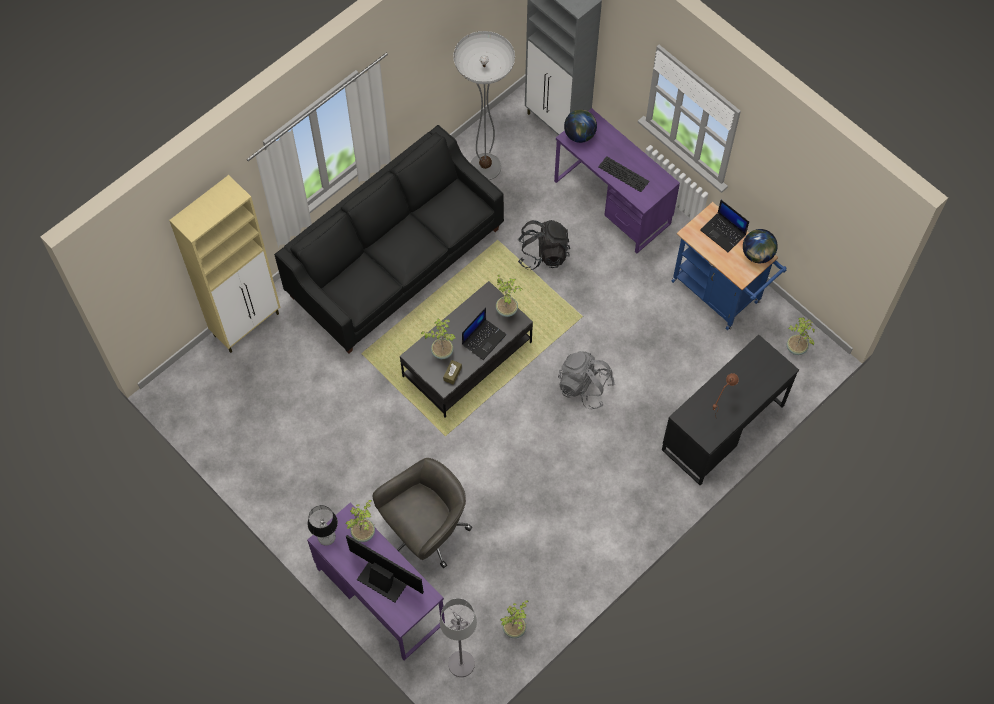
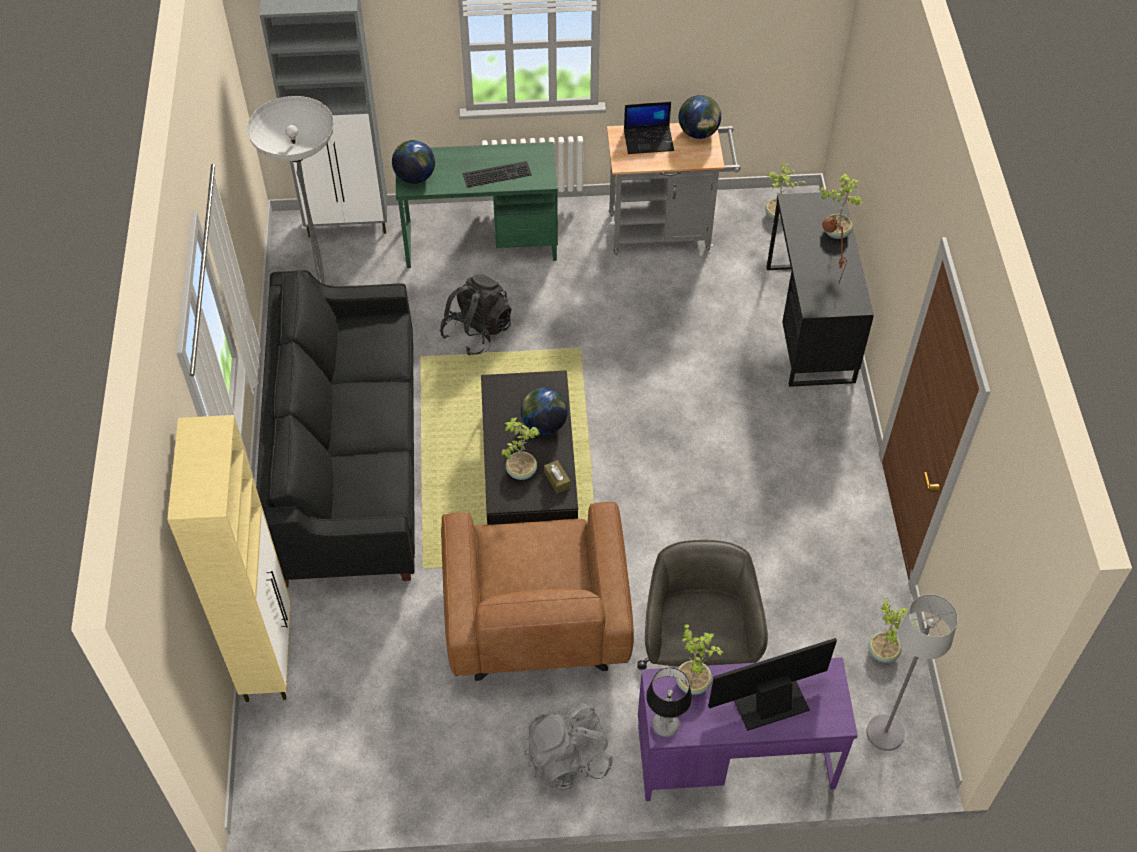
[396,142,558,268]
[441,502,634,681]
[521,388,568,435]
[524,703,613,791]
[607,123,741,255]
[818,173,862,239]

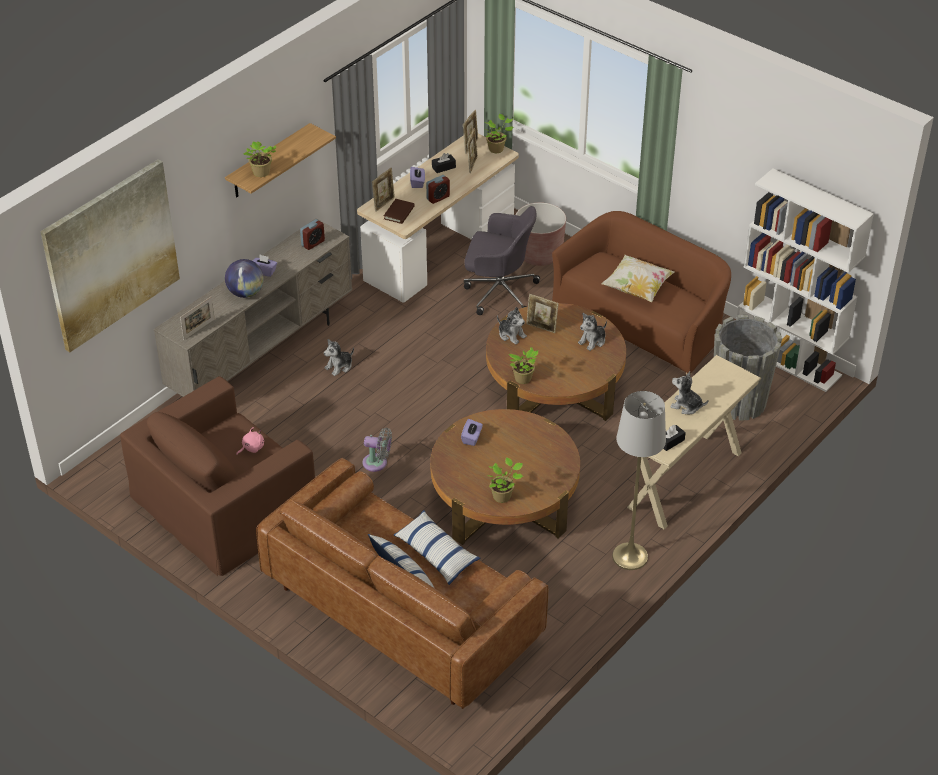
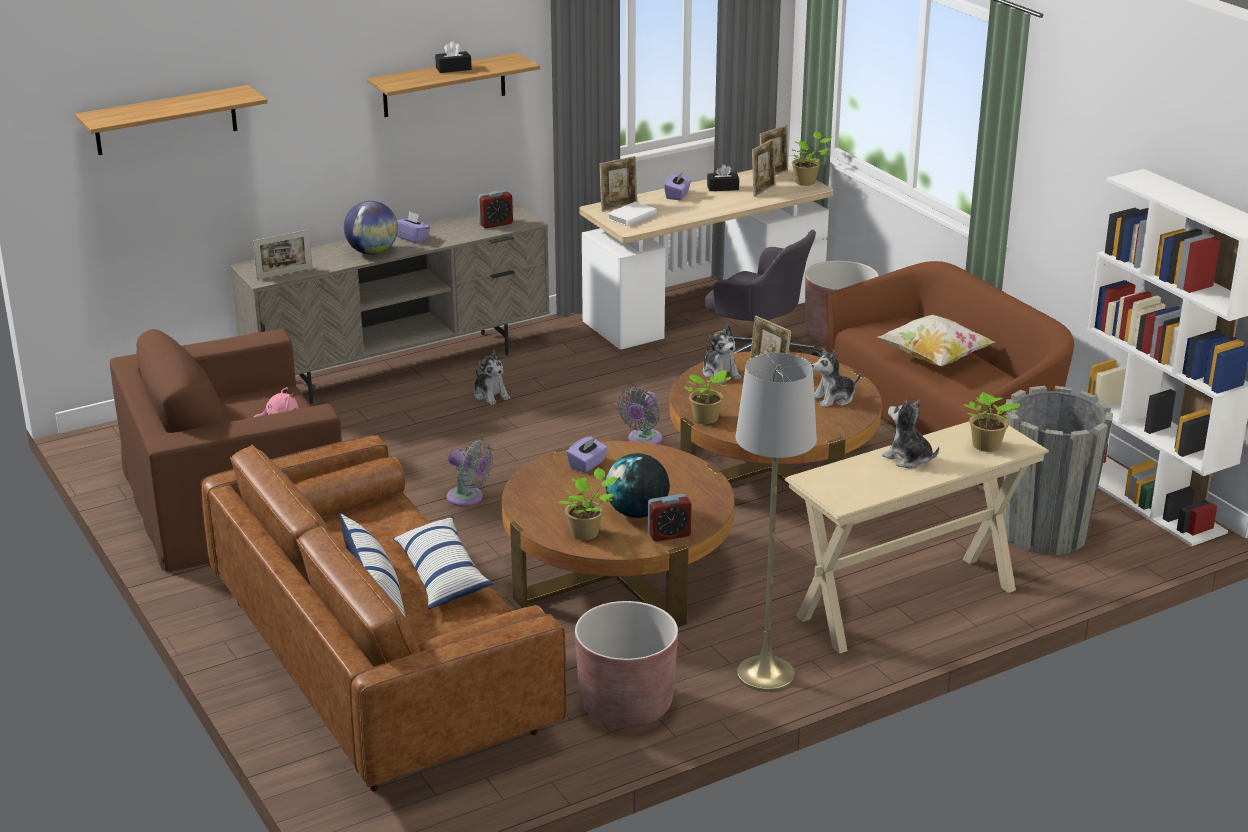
[75,85,267,155]
[435,41,472,73]
[474,350,510,405]
[575,601,678,728]
[605,453,670,518]
[607,202,657,226]
[617,387,663,444]
[648,494,692,542]
[963,392,1020,452]

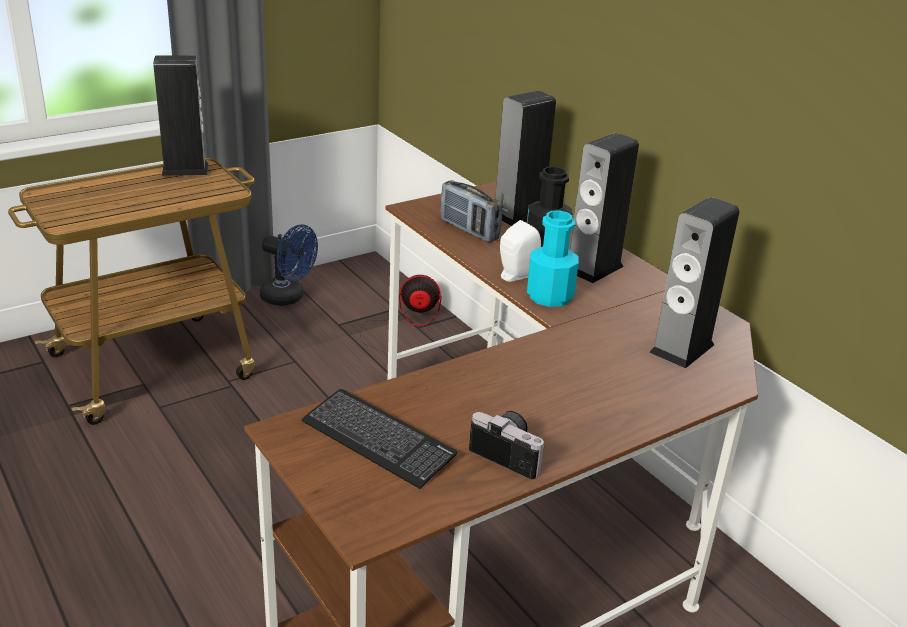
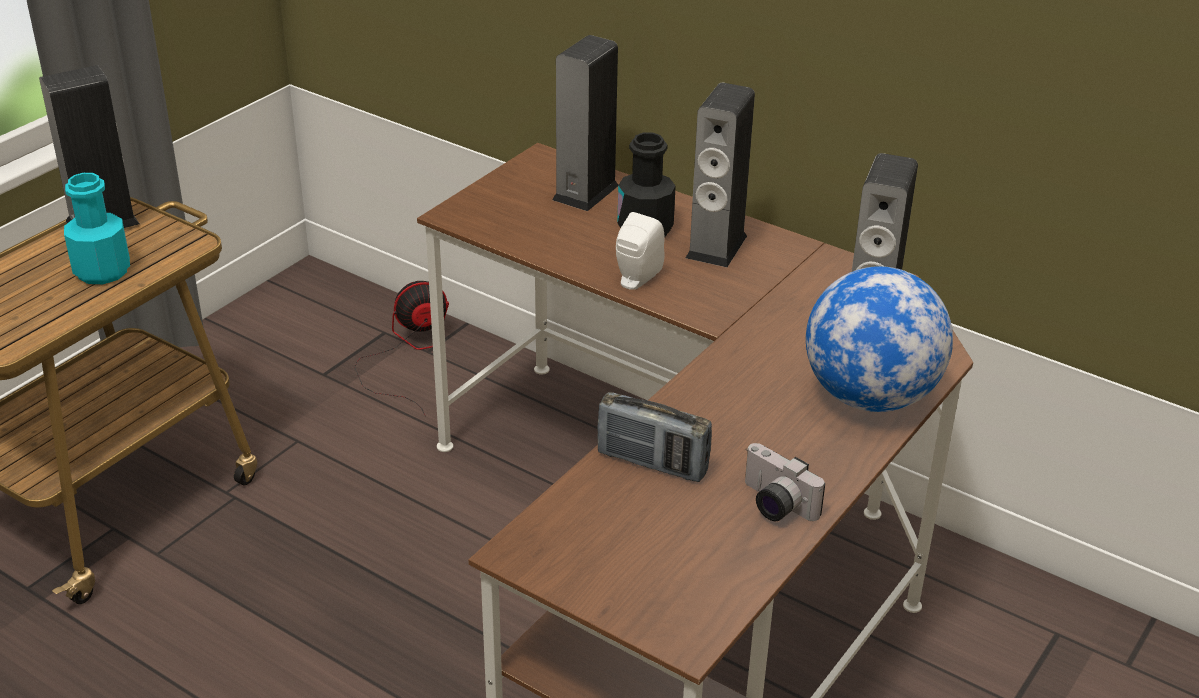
[64,173,130,284]
[597,392,712,482]
[745,443,825,521]
[806,266,953,412]
[260,224,318,306] (first image)
[302,389,457,489] (first image)

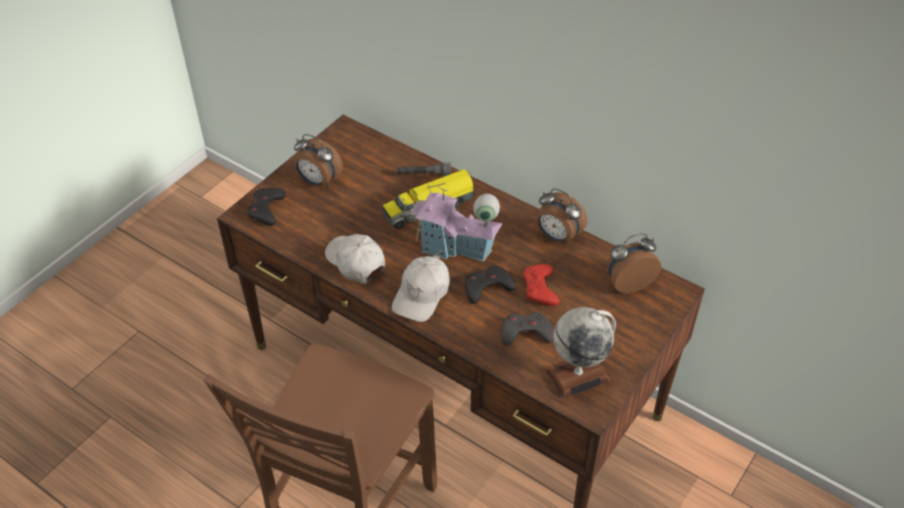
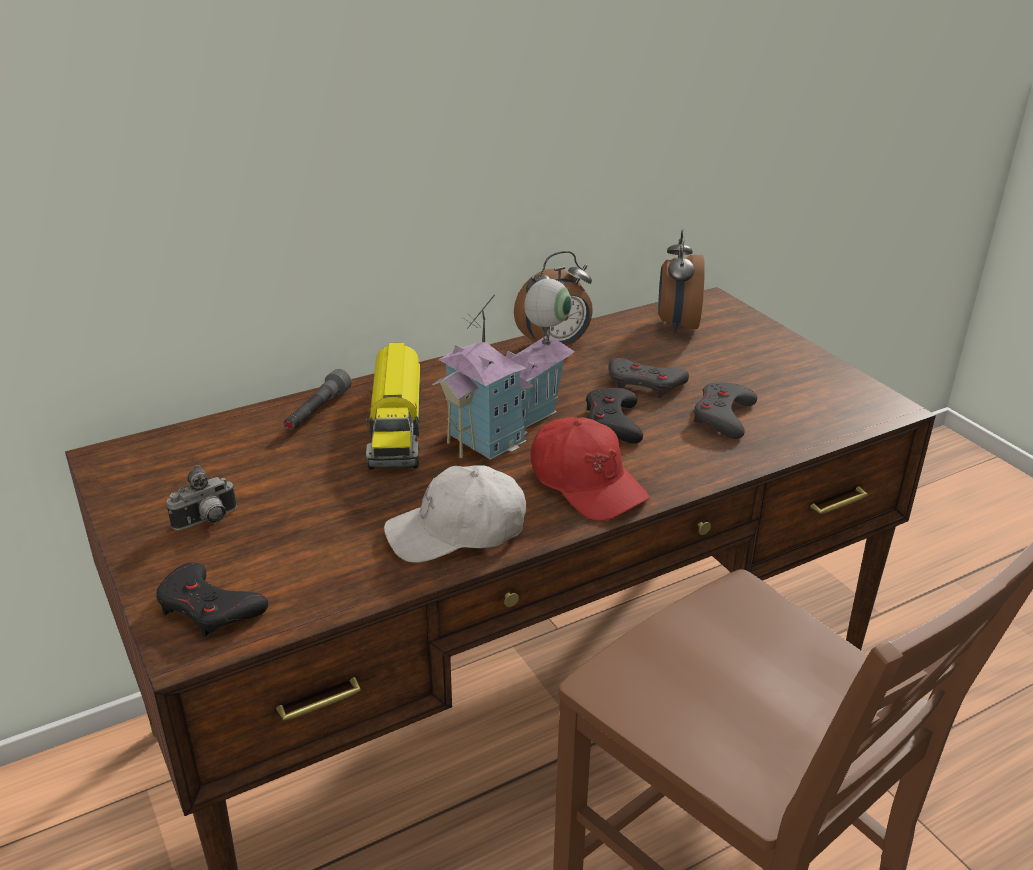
[166,465,237,530]
[531,417,649,521]
[608,358,689,398]
[546,307,616,399] (first image)

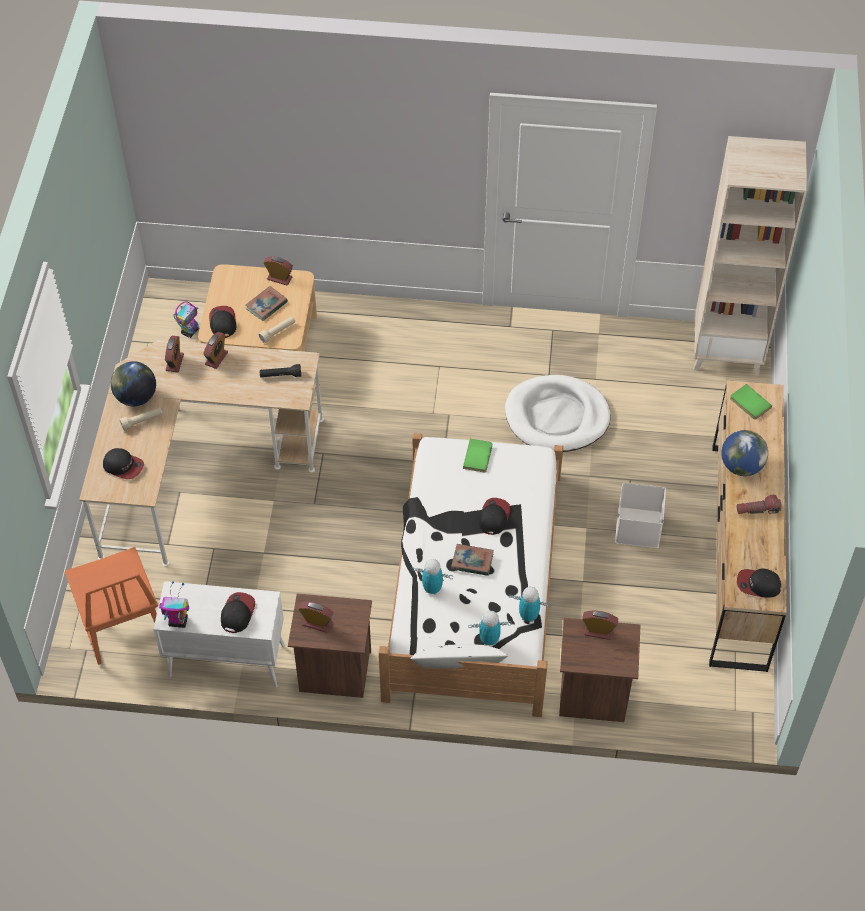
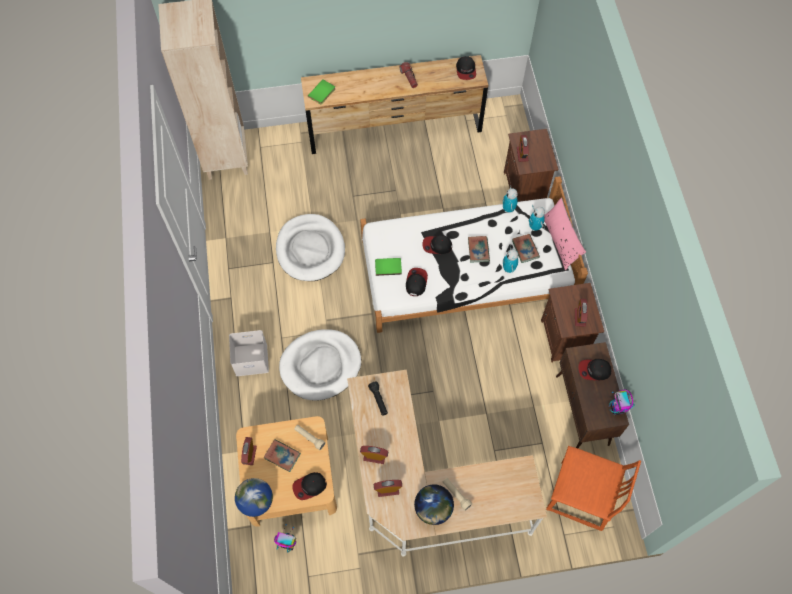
[229,330,269,376]
[235,478,273,517]
[279,329,361,401]
[406,268,428,296]
[512,234,540,263]
[544,198,586,271]
[546,446,641,531]
[556,342,629,448]

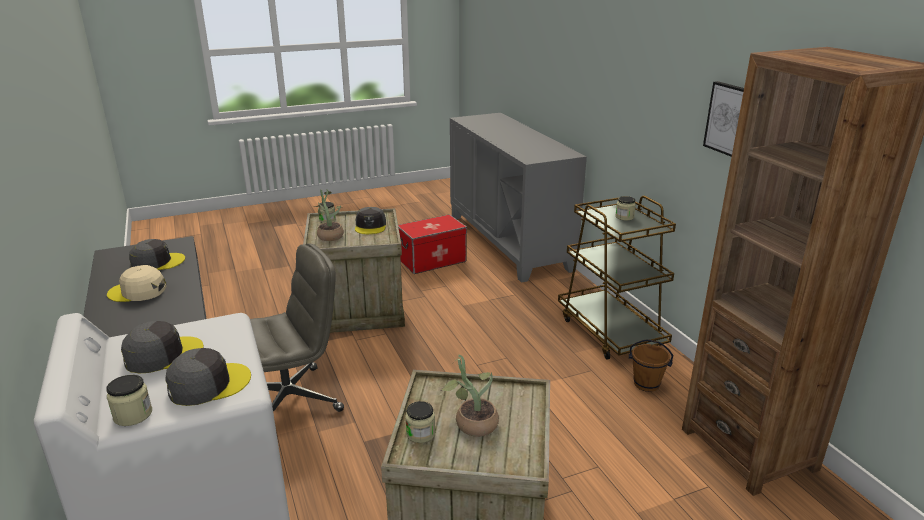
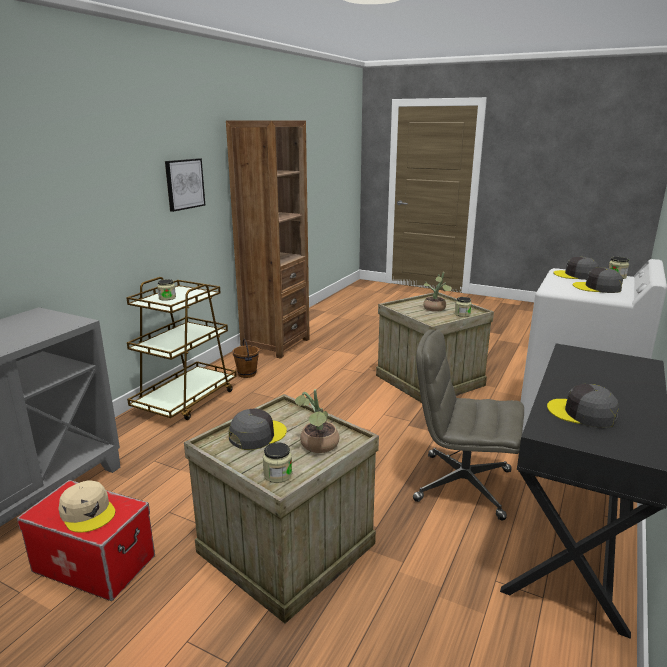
[58,480,115,533]

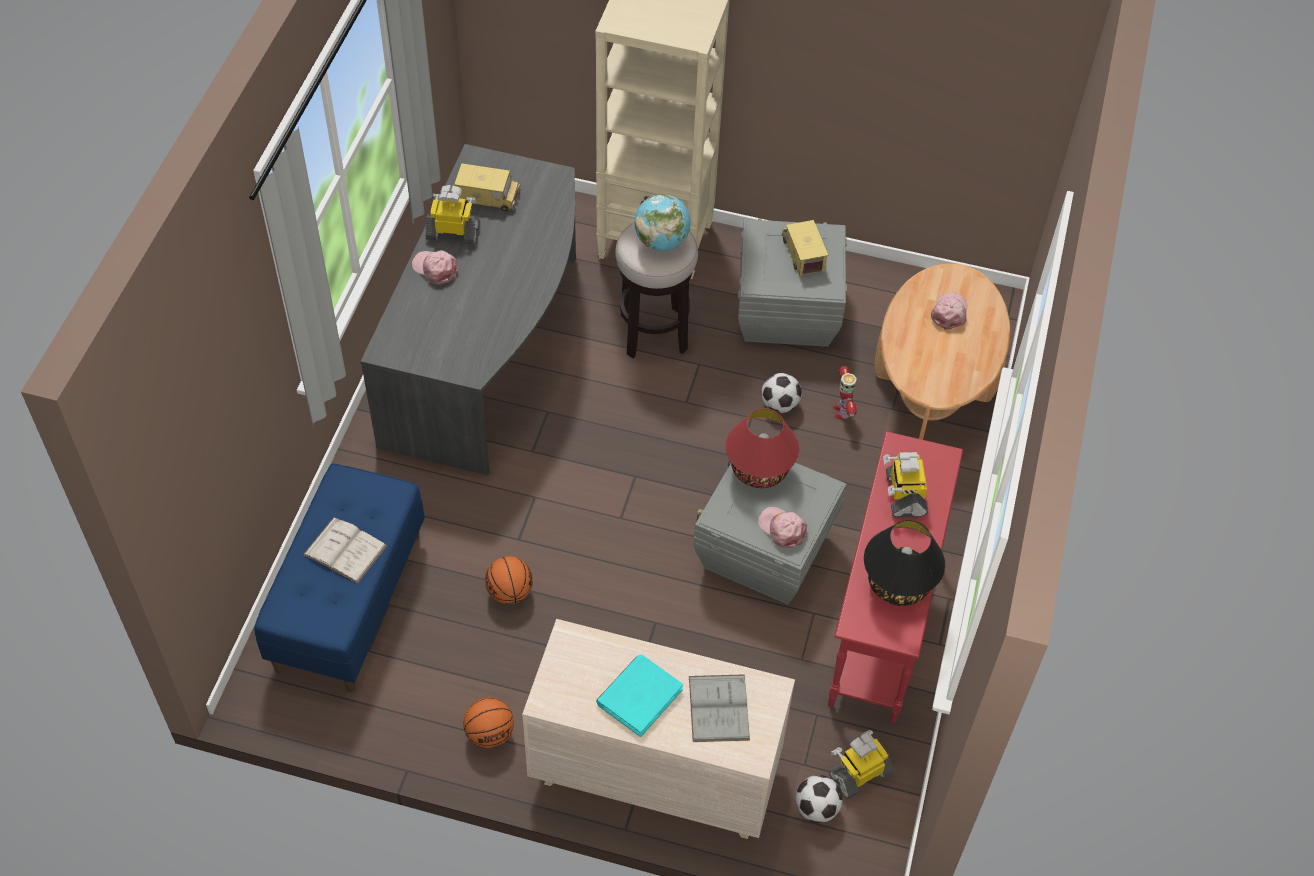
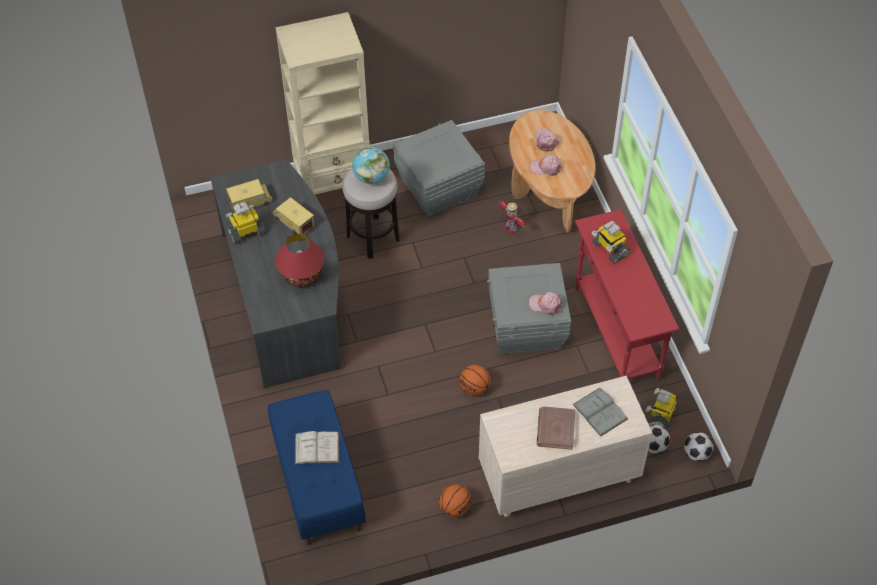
[272,197,314,235]
[275,234,324,287]
[460,365,491,396]
[530,155,562,176]
[537,406,575,450]
[684,432,714,461]
[864,520,945,606] (first image)

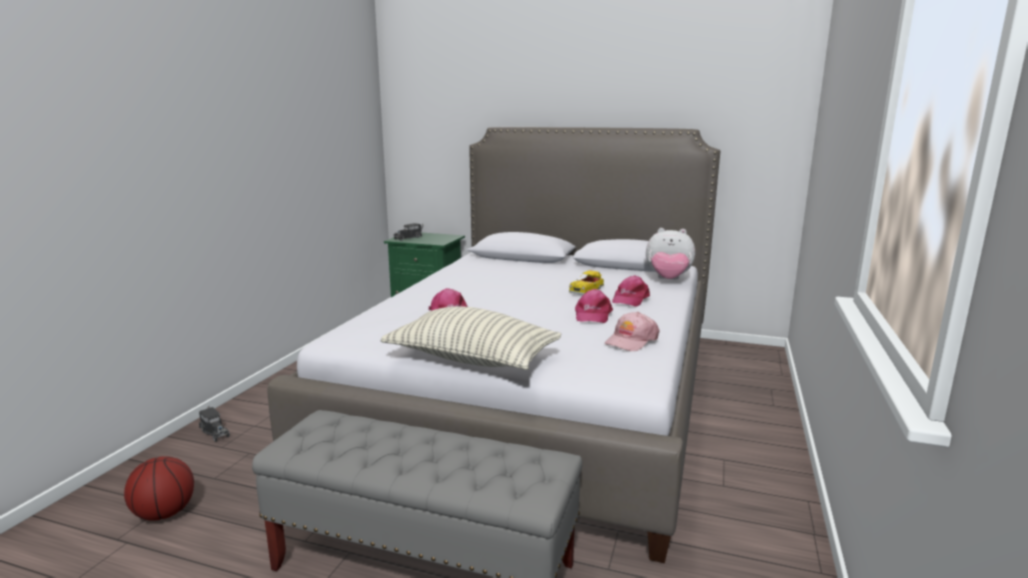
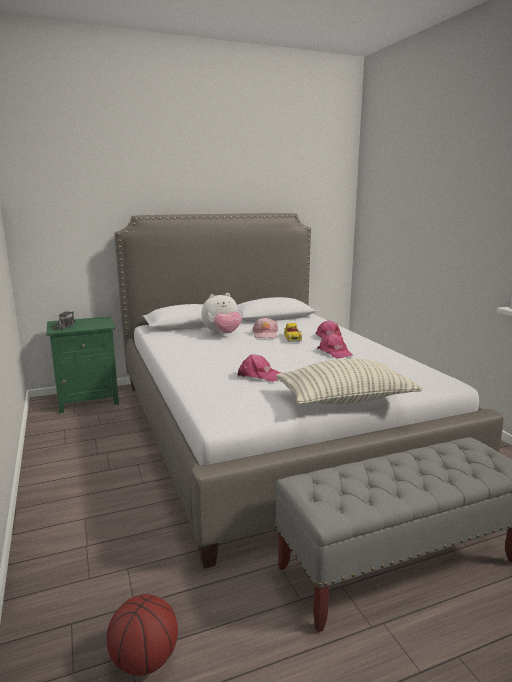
[201,293,242,334]
[253,317,278,338]
[199,406,230,442] (first image)

